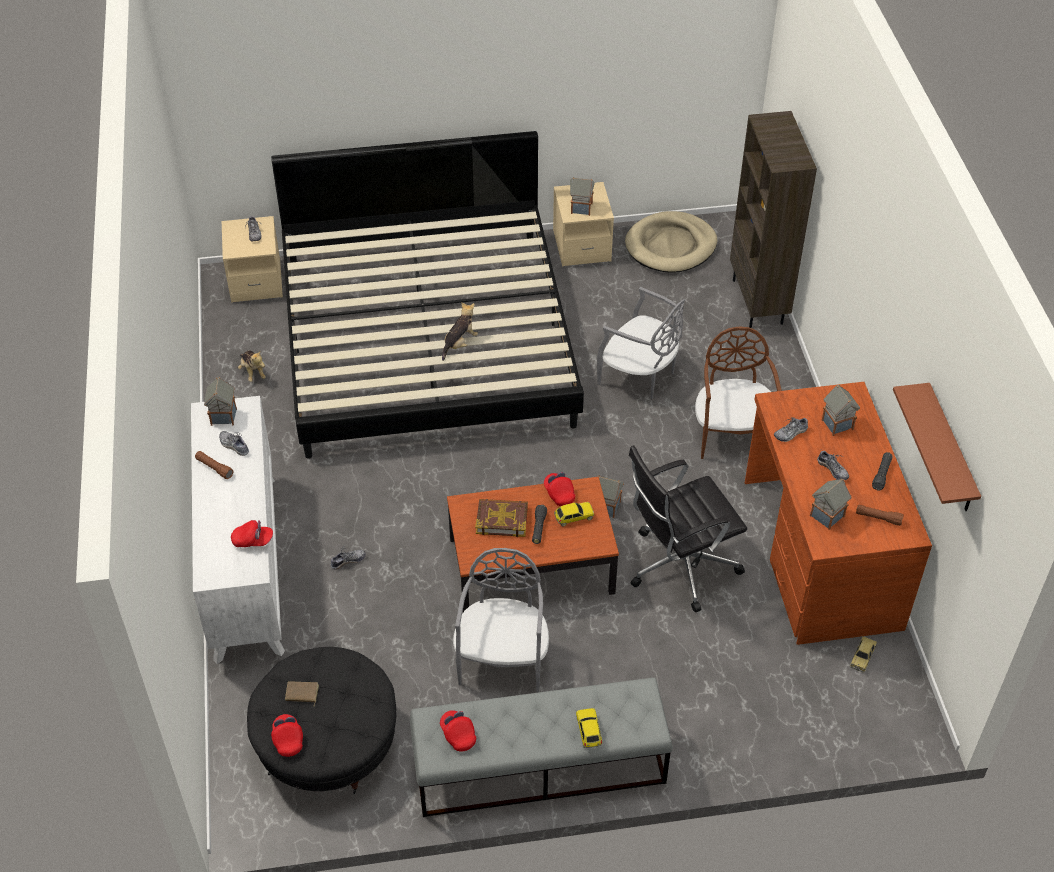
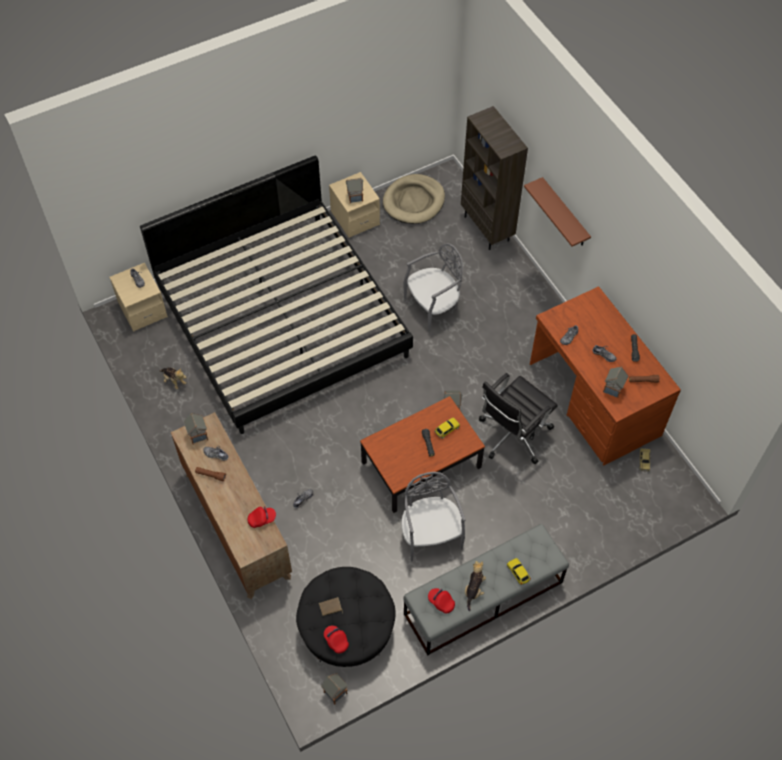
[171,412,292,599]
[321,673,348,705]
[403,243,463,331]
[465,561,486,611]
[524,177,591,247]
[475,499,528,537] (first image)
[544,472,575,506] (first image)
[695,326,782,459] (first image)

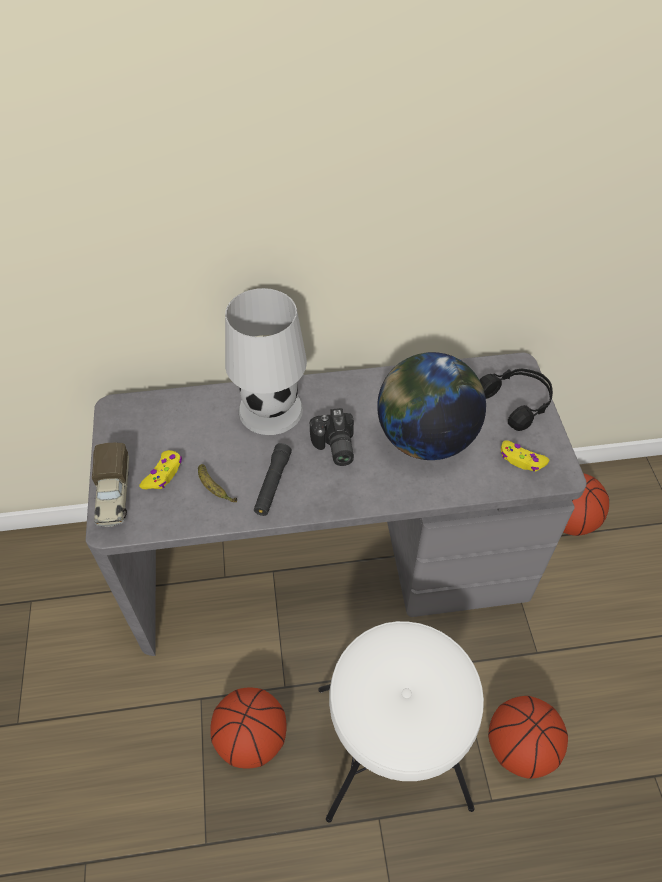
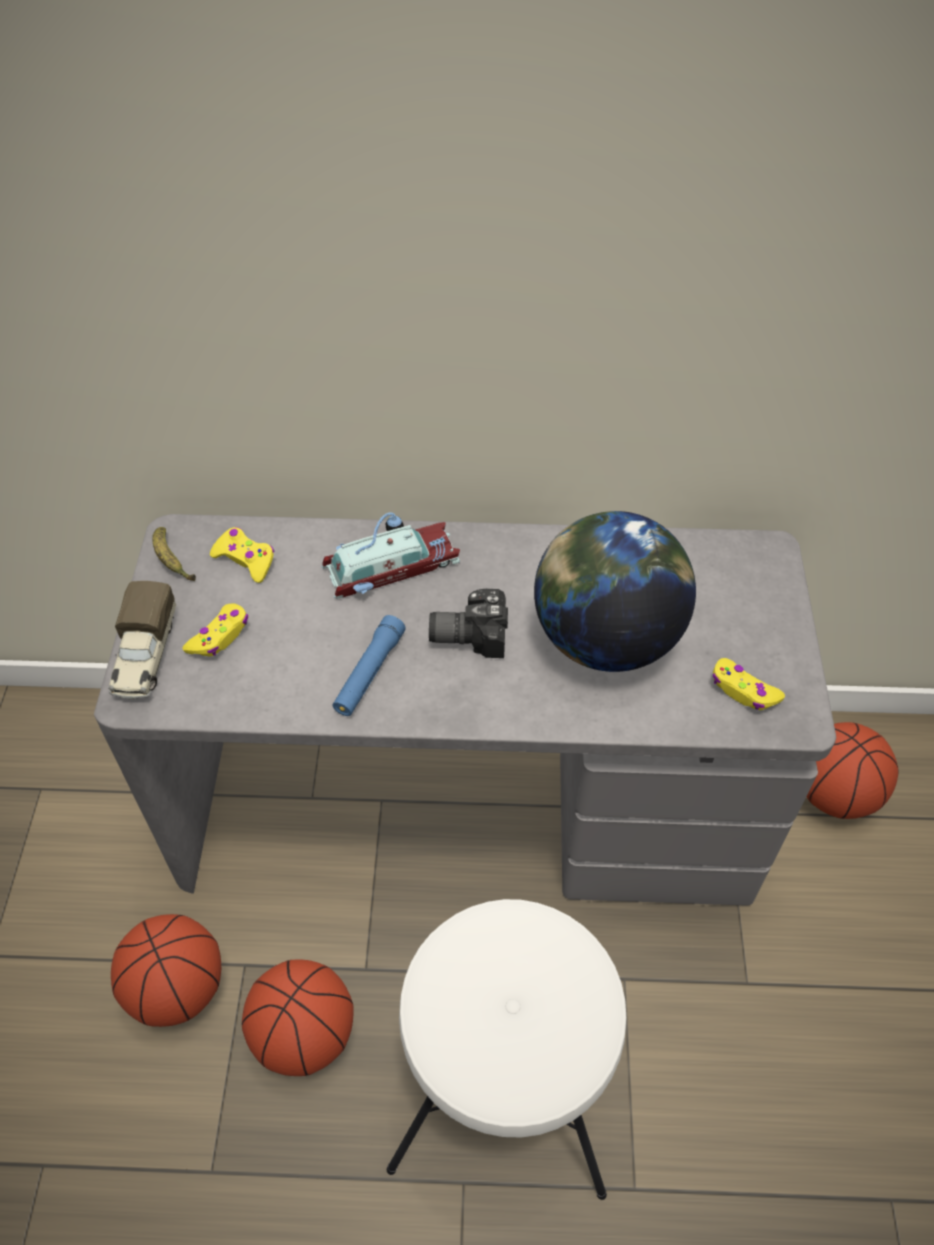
[111,914,221,1027]
[152,527,196,581]
[210,527,274,583]
[321,512,460,599]
[333,615,406,716]
[429,589,508,658]
[480,369,553,431] (first image)

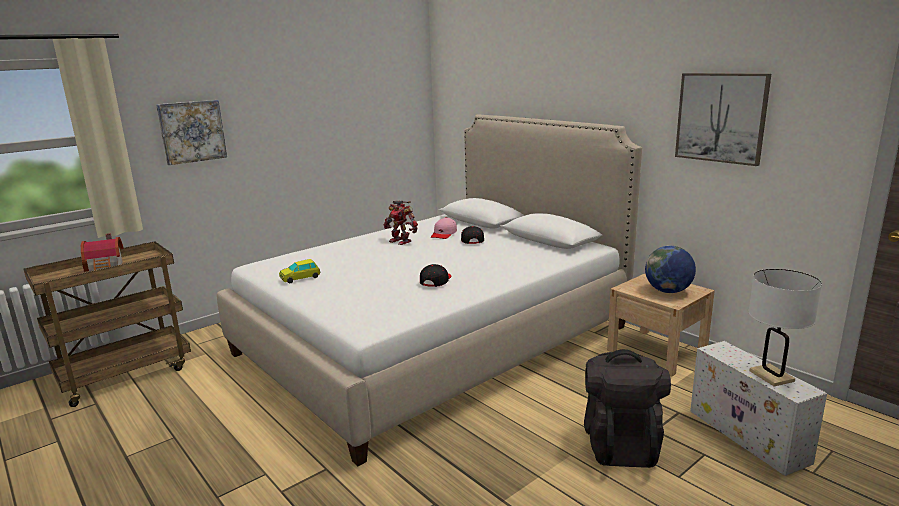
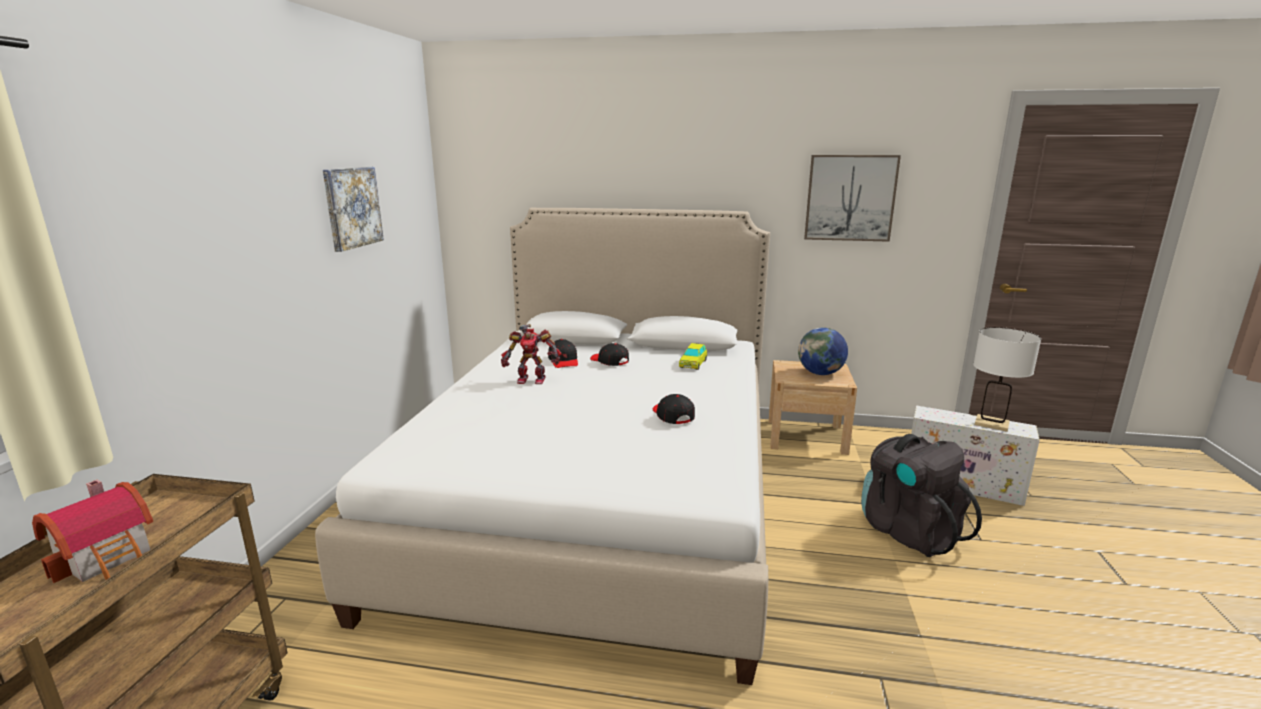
[323,167,384,252]
[548,339,578,368]
[679,343,707,370]

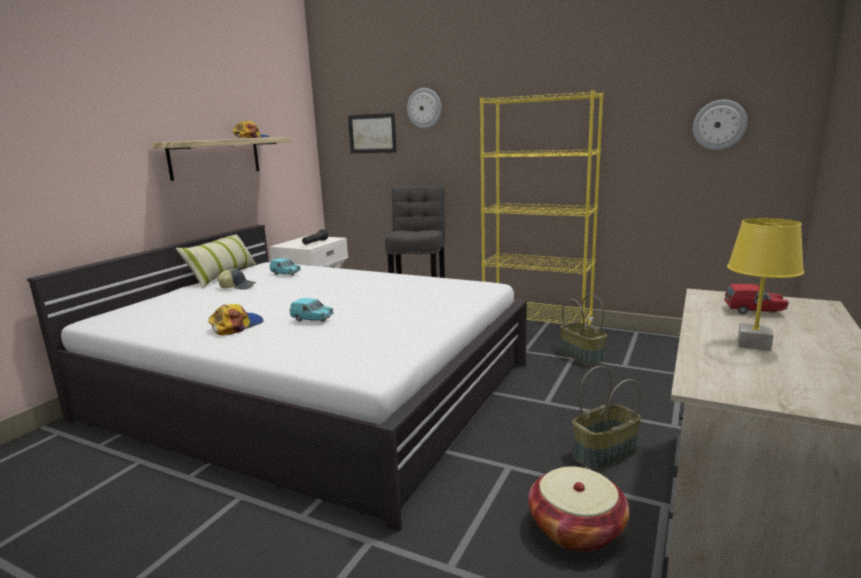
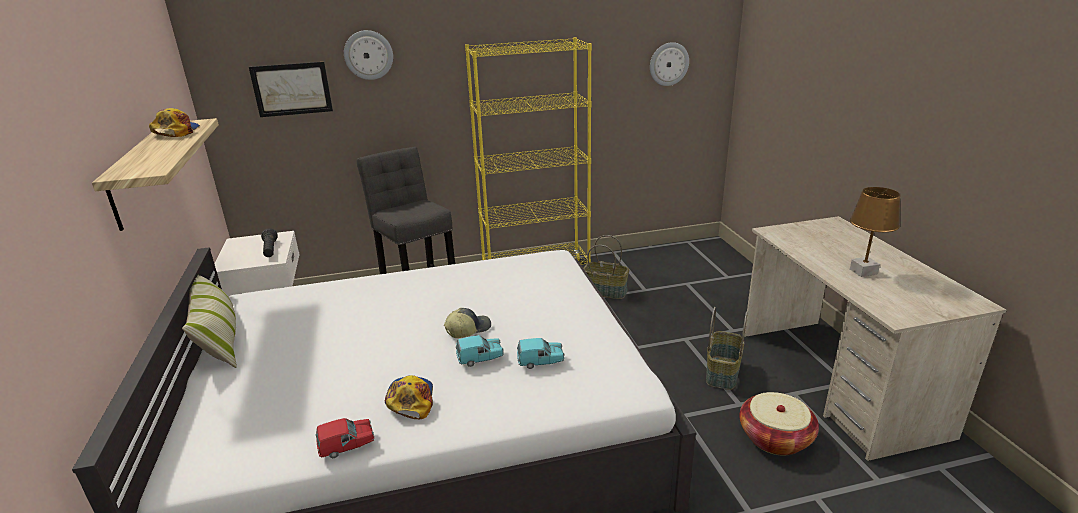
[316,418,374,458]
[444,308,491,338]
[517,338,565,369]
[850,187,900,277]

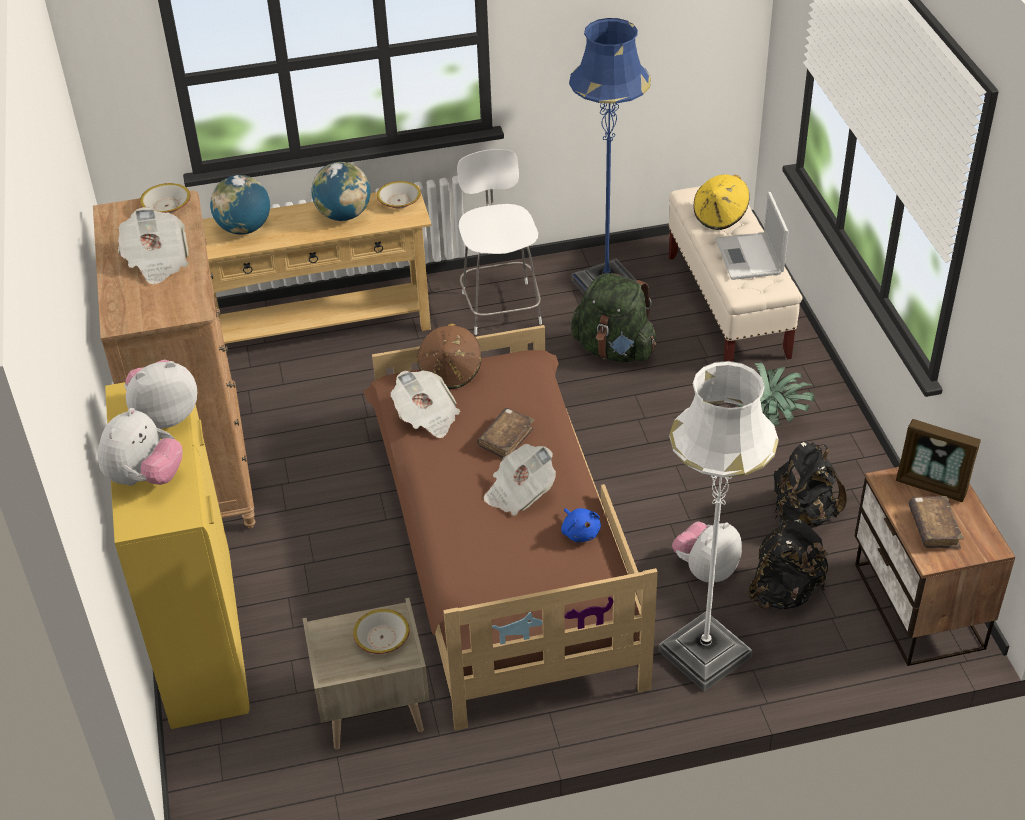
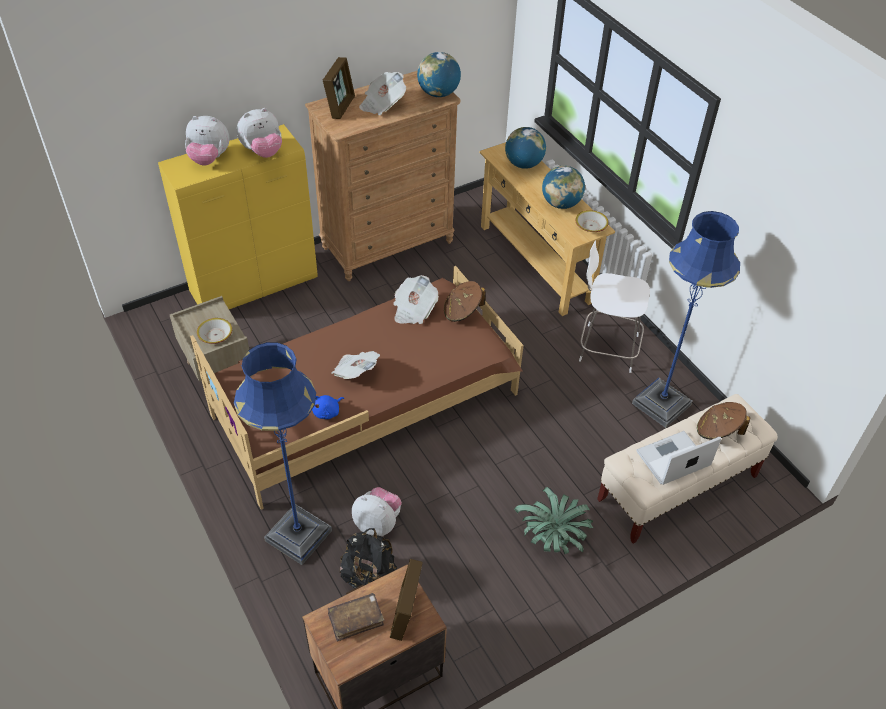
[234,342,332,565]
[237,108,282,158]
[323,57,355,119]
[417,52,461,97]
[579,241,650,373]
[697,402,750,440]
[477,408,534,459] (first image)
[571,273,656,362] (first image)
[774,442,847,527] (first image)

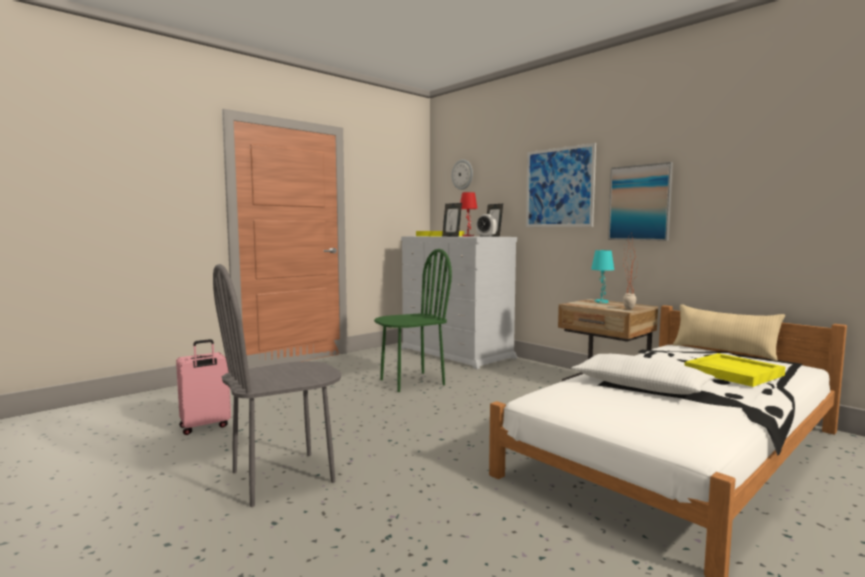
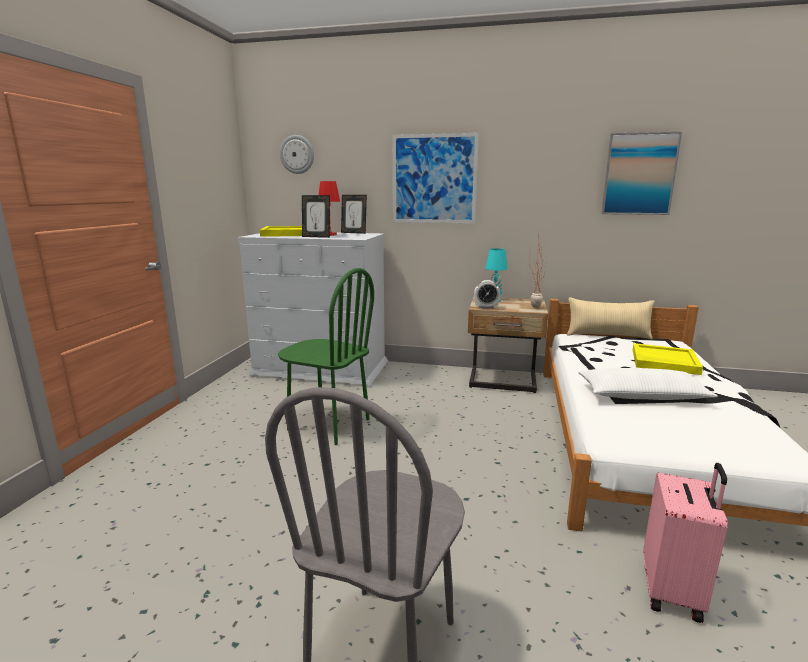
[278,268,374,445]
[474,280,500,309]
[601,132,682,215]
[643,463,728,623]

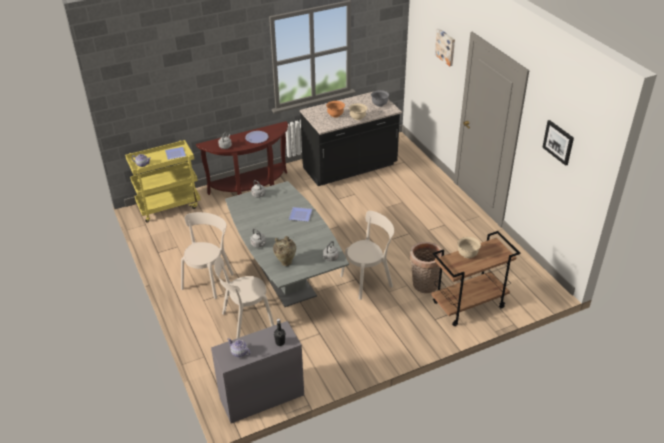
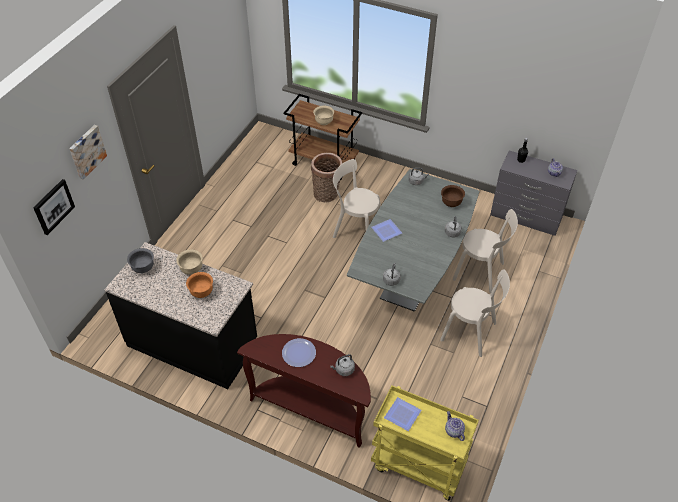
[33,179,75,235]
[440,269,510,357]
[441,185,465,207]

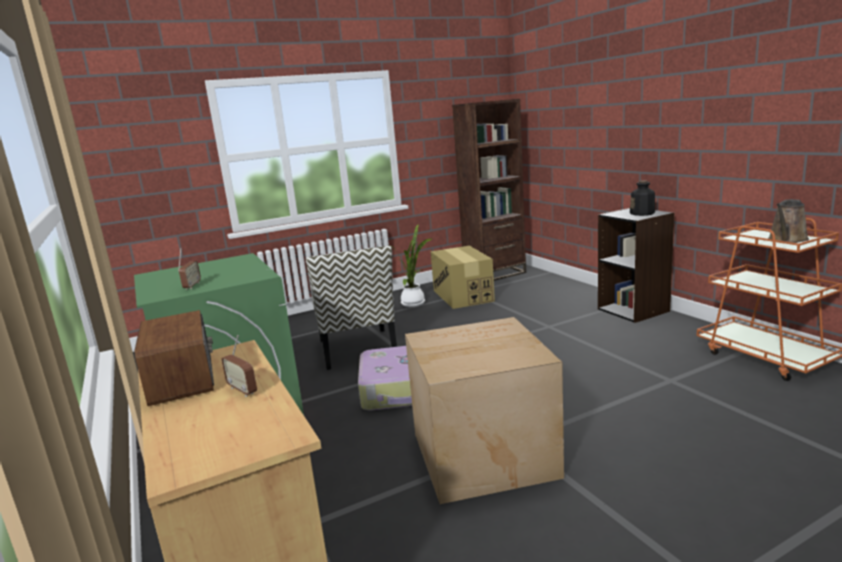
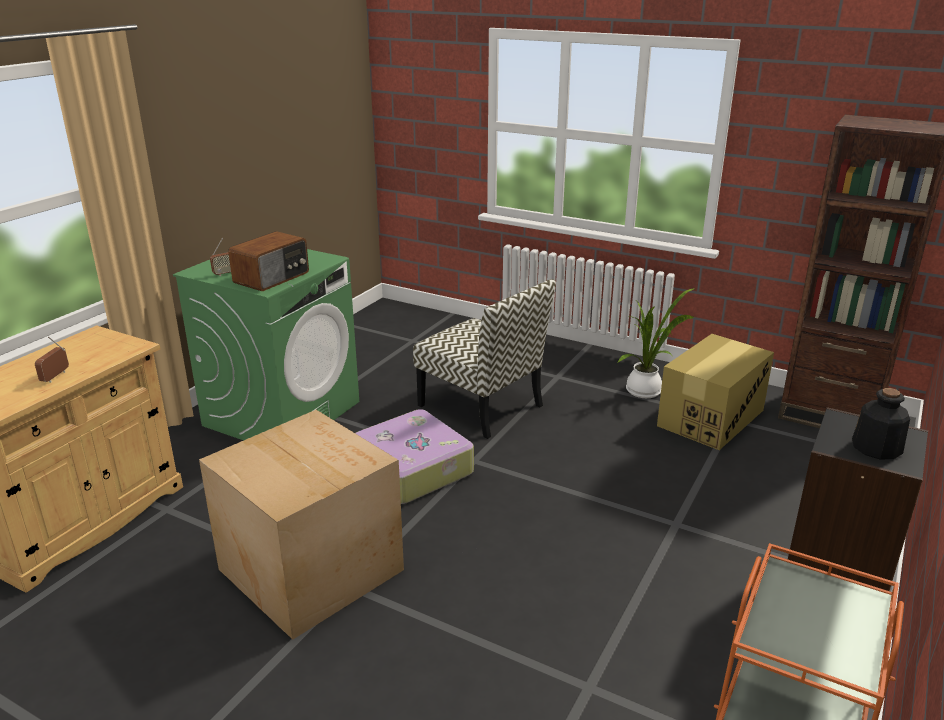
[228,231,309,291]
[413,279,556,439]
[768,199,809,243] (first image)

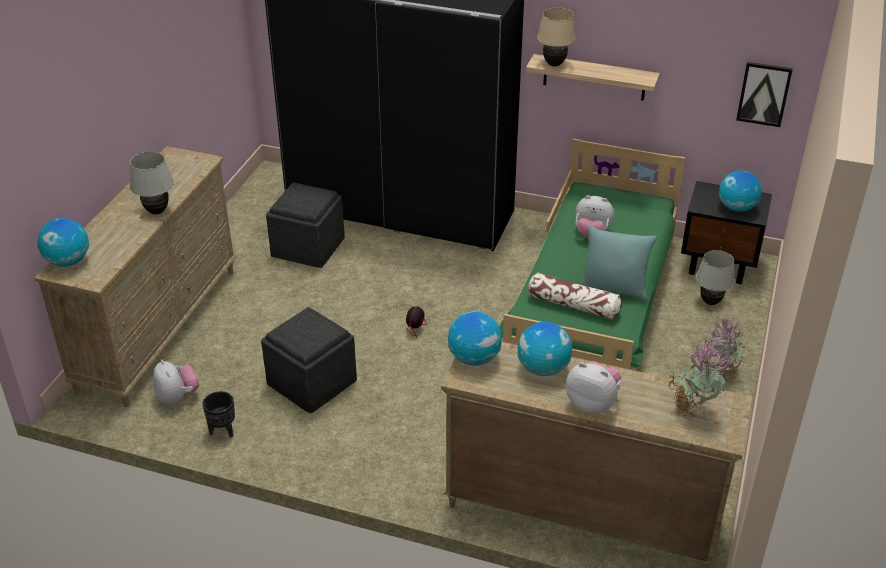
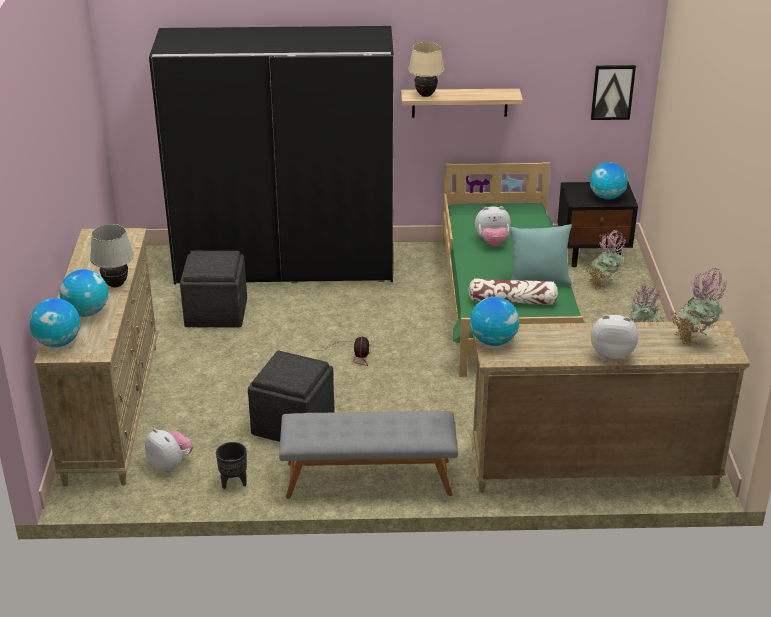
[59,269,109,317]
[279,411,458,499]
[585,230,626,290]

